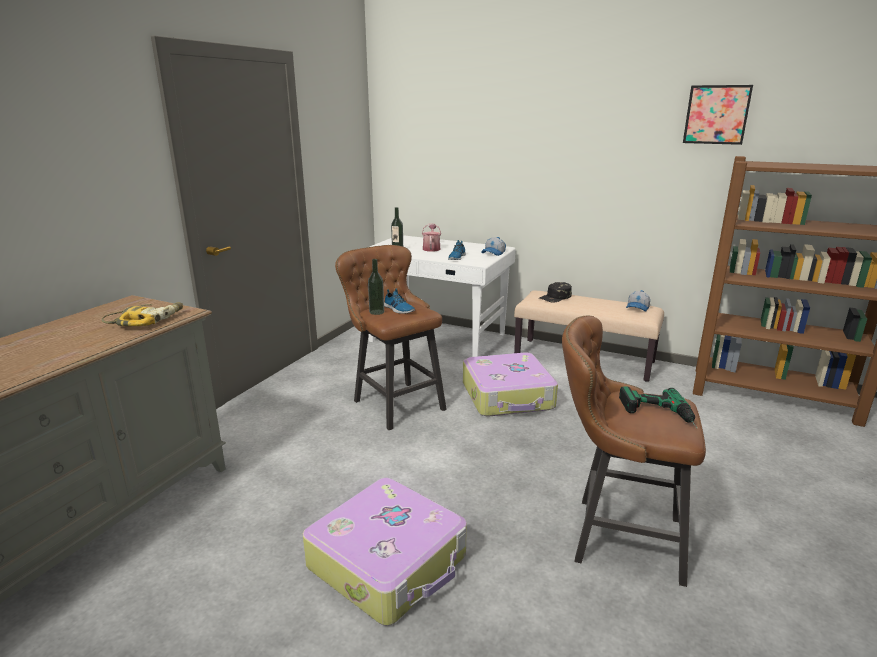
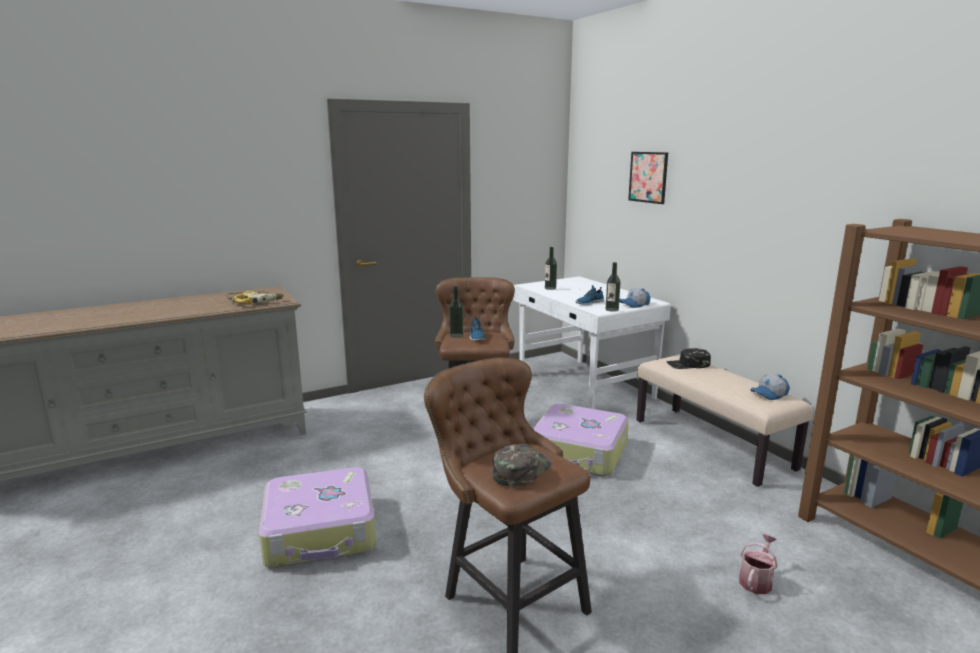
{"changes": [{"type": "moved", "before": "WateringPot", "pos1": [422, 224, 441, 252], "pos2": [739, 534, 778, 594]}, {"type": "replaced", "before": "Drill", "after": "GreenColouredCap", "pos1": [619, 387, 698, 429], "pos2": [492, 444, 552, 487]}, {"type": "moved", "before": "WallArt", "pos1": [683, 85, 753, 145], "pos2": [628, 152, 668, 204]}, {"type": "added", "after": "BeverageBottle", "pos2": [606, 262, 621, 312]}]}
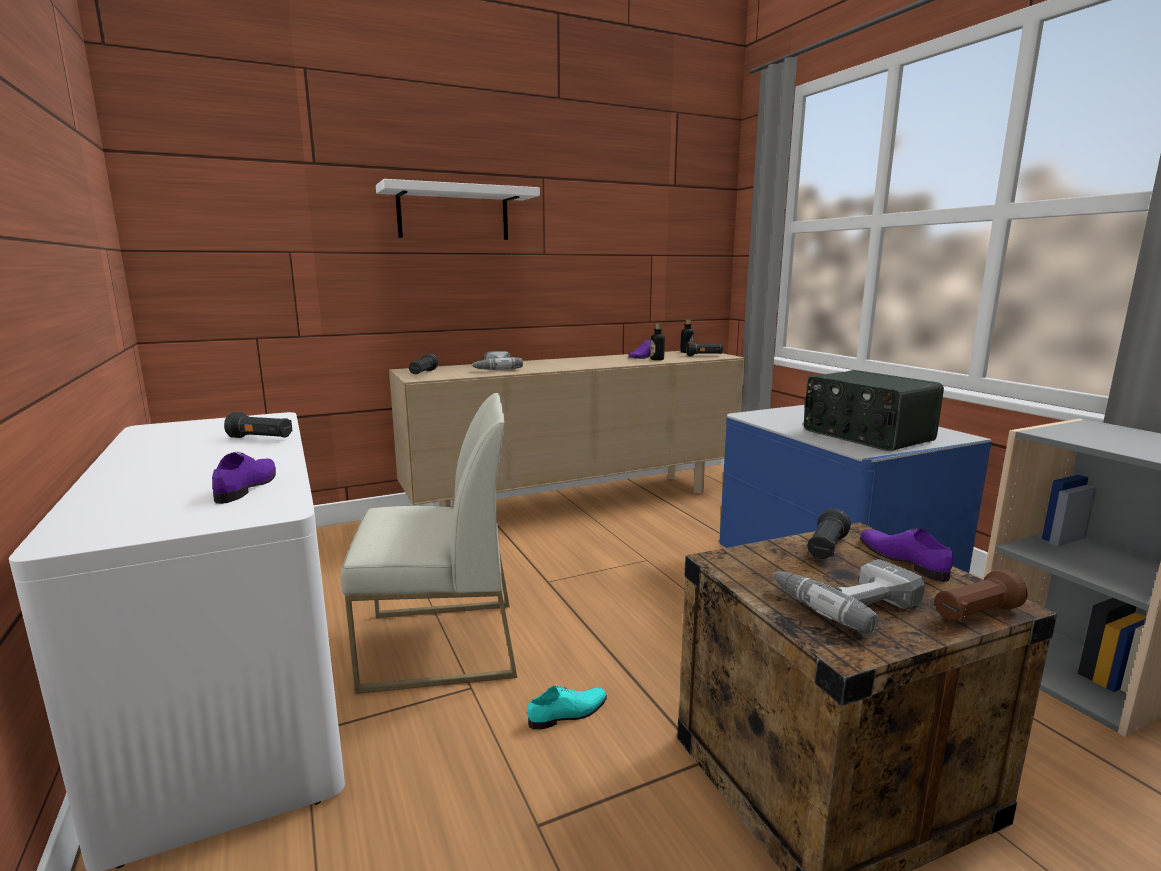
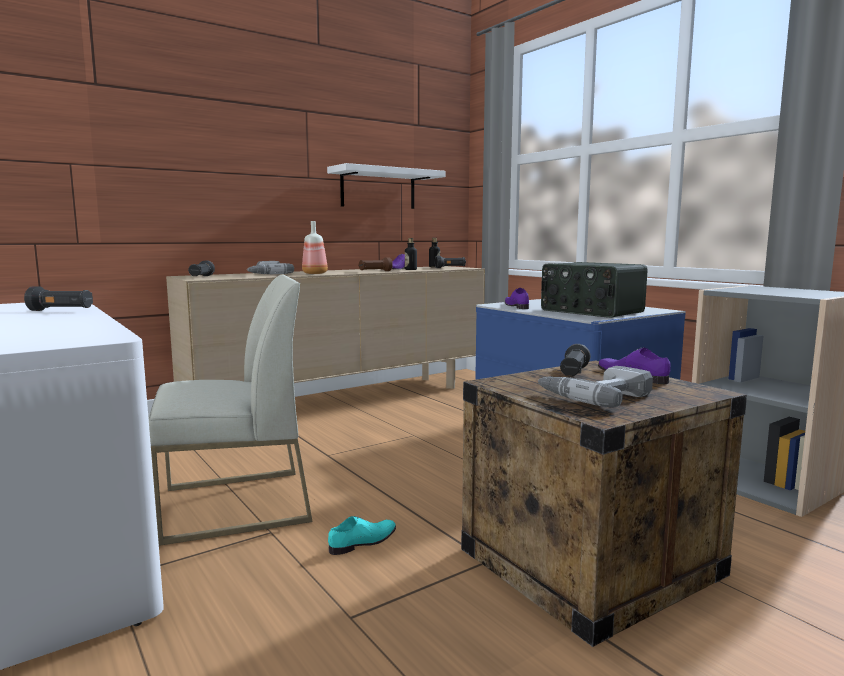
{"changes": [{"type": "moved", "before": "PurpleLowShoe", "pos1": [212, 452, 276, 504], "pos2": [505, 288, 529, 309]}, {"type": "moved", "before": "WhiteColouredBracketShelf", "pos1": [376, 179, 540, 240], "pos2": [327, 163, 445, 209]}, {"type": "moved", "before": "BrownishFlashlight", "pos1": [935, 569, 1028, 621], "pos2": [358, 257, 393, 271]}, {"type": "added", "after": "BeverageBottle", "pos2": [302, 221, 328, 274]}]}
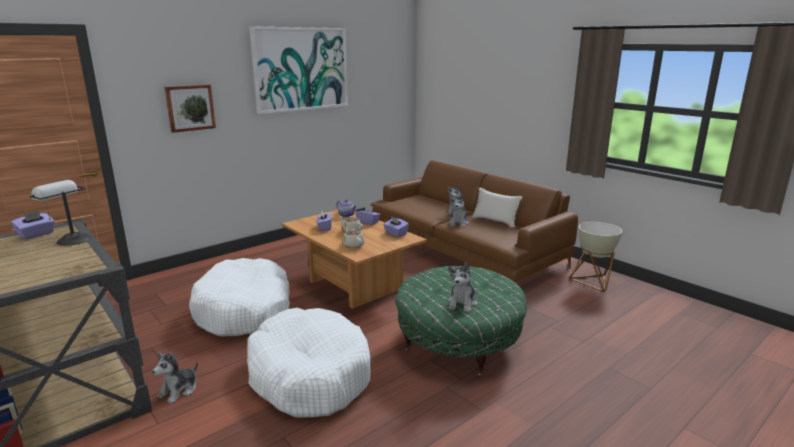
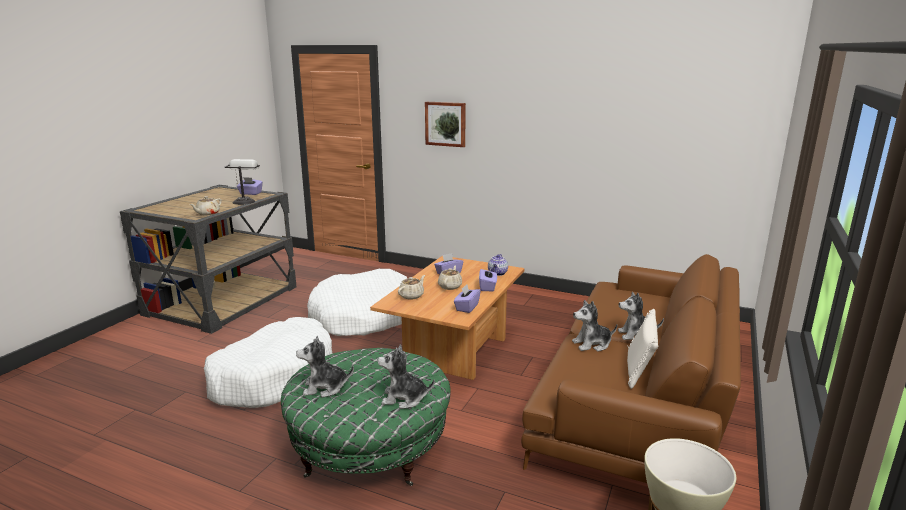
{"changes": [{"type": "moved", "before": "CuddlyToy", "pos1": [152, 352, 198, 404], "pos2": [378, 344, 435, 409]}, {"type": "removed", "before": "WallArt", "pos1": [249, 26, 348, 114]}, {"type": "added", "after": "BeigeColouredTeaPot", "pos2": [190, 196, 222, 216]}]}
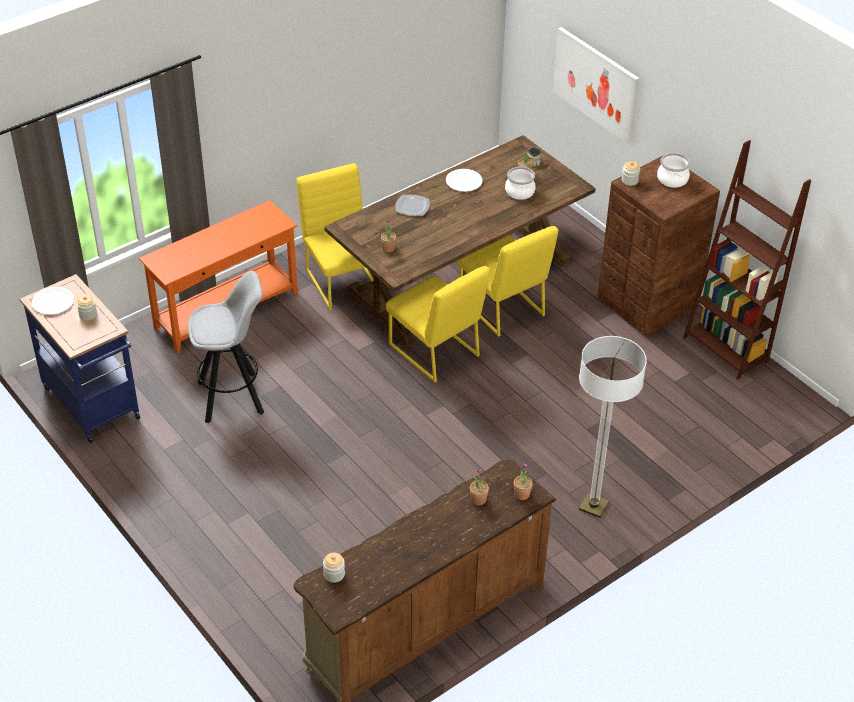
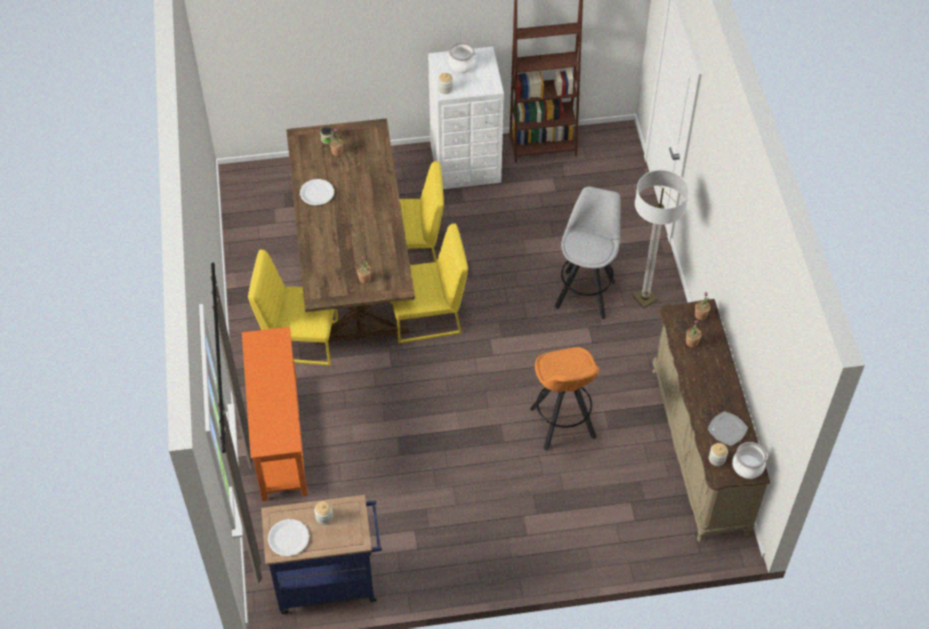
{"changes": [{"type": "moved", "before": "GreyStoolSeat", "pos1": [188, 271, 264, 423], "pos2": [555, 187, 621, 319]}, {"type": "moved", "before": "Plate", "pos1": [395, 195, 430, 216], "pos2": [707, 411, 748, 446]}, {"type": "moved", "before": "Stockpot", "pos1": [505, 166, 536, 200], "pos2": [732, 442, 768, 479]}, {"type": "removed", "before": "WallArt", "pos1": [553, 27, 639, 144]}, {"type": "recoloured", "before": "BrownishDrawerChest", "after": "WhiteColouredDrawerChest", "pos1": [597, 155, 720, 337], "pos2": [428, 47, 504, 189]}, {"type": "added", "after": "OrangeStoolSeat", "pos2": [529, 347, 600, 451]}]}
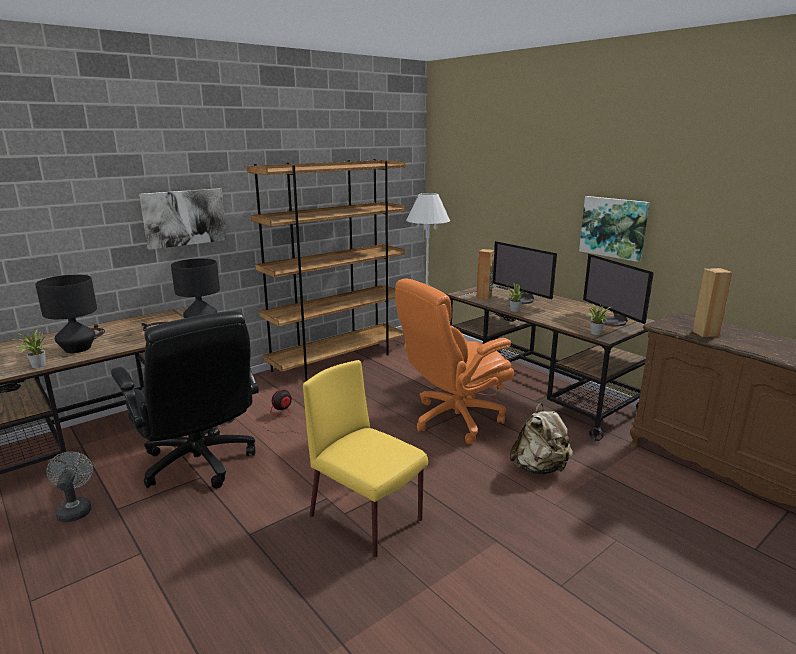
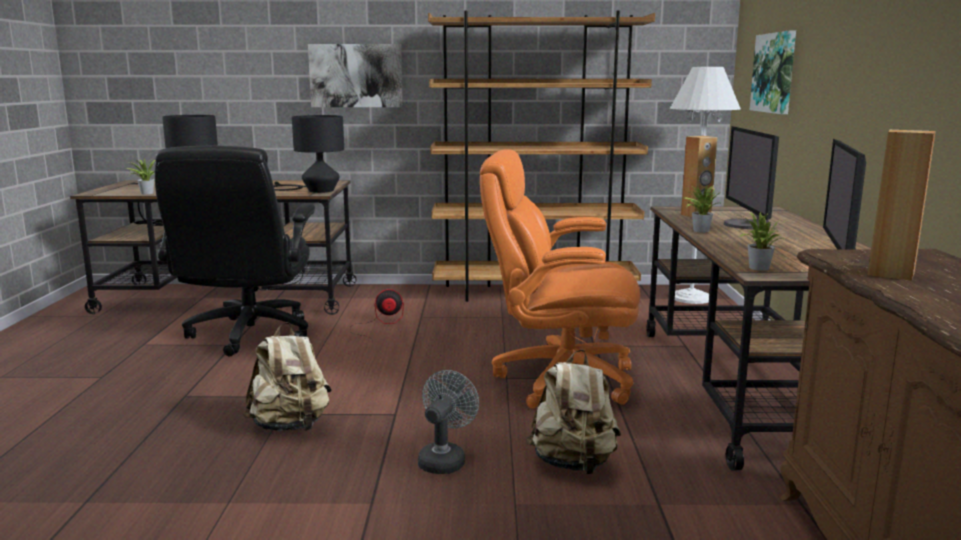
{"changes": [{"type": "moved", "before": "GreyFan", "pos1": [46, 452, 93, 522], "pos2": [418, 370, 479, 474]}, {"type": "replaced", "before": "YellowishUprightChair", "after": "BeigeColouredBackpack", "pos1": [303, 360, 428, 558], "pos2": [243, 322, 331, 431]}, {"type": "moved", "before": "WallArt", "pos1": [579, 196, 650, 262], "pos2": [750, 30, 796, 114]}]}
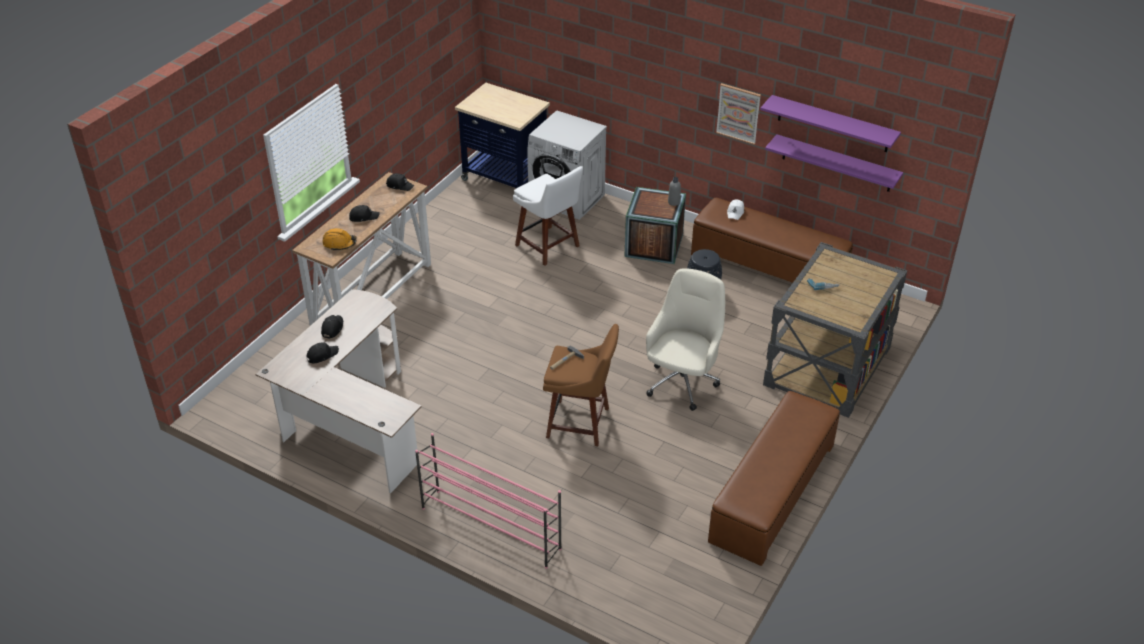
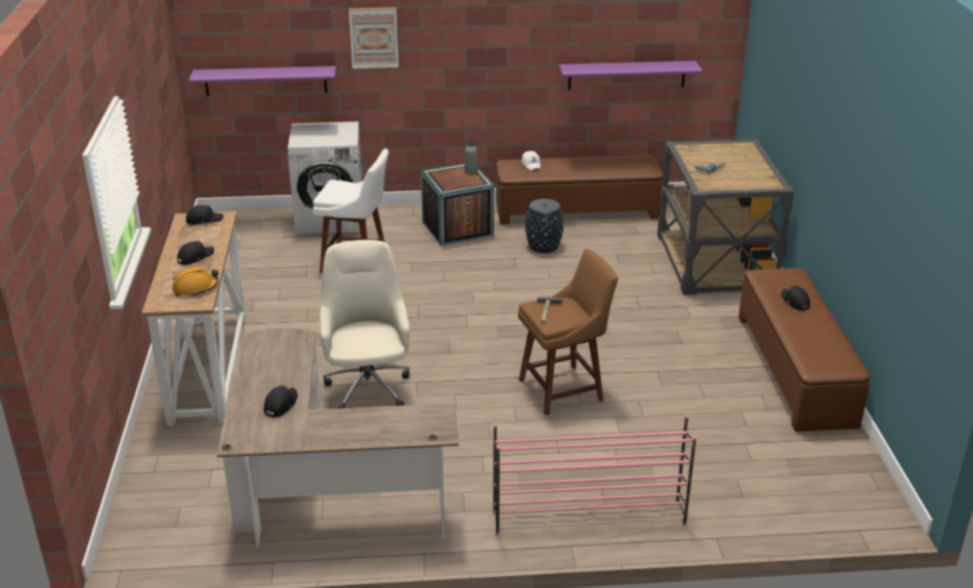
{"changes": [{"type": "moved", "before": "BlackColouredCap", "pos1": [321, 315, 343, 338], "pos2": [781, 285, 810, 310]}, {"type": "removed", "before": "BlueWheeledCart", "pos1": [455, 83, 550, 188]}, {"type": "moved", "before": "BeigeColouredComputerChair", "pos1": [646, 269, 725, 411], "pos2": [320, 240, 410, 408]}, {"type": "moved", "before": "WallArt", "pos1": [716, 83, 761, 144], "pos2": [349, 8, 399, 69]}, {"type": "moved", "before": "PurpleBracketShelf", "pos1": [760, 95, 901, 152], "pos2": [189, 66, 336, 96]}]}
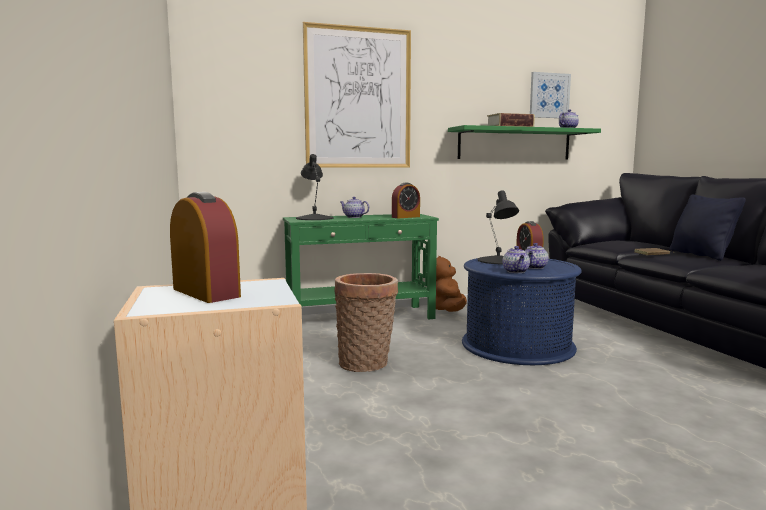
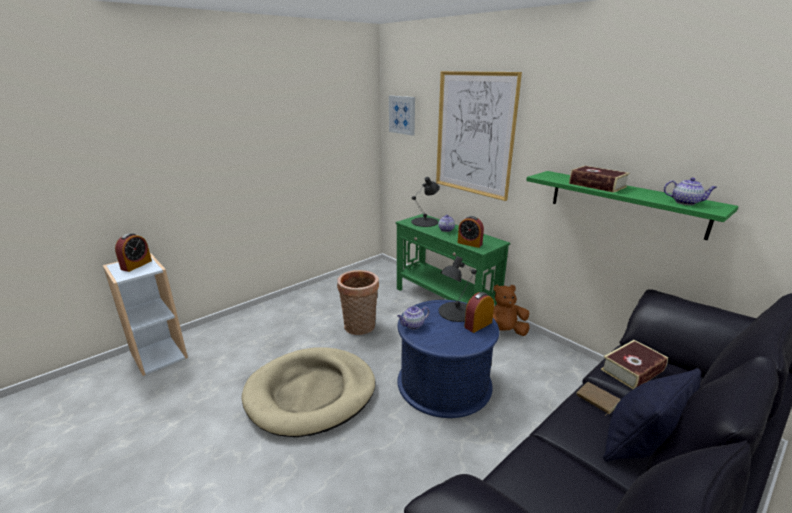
{"changes": [{"type": "removed", "before": "TeaPot", "pos1": [525, 243, 549, 269]}, {"type": "moved", "before": "WallArt", "pos1": [530, 72, 571, 118], "pos2": [389, 96, 415, 136]}, {"type": "added", "after": "BeigeColouredPetBed", "pos2": [241, 347, 376, 437]}, {"type": "added", "after": "Volume", "pos2": [601, 340, 668, 389]}]}
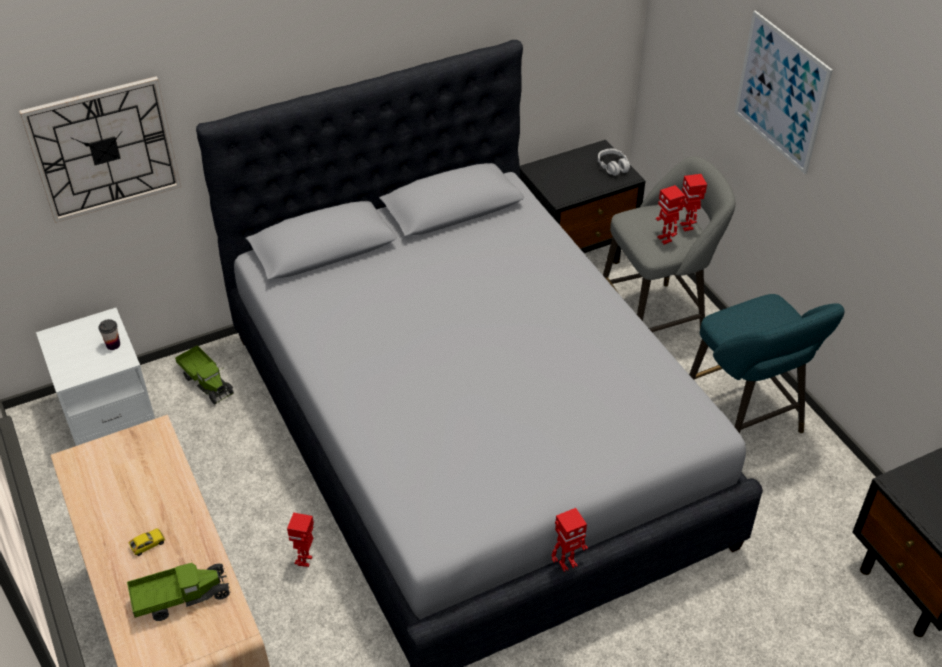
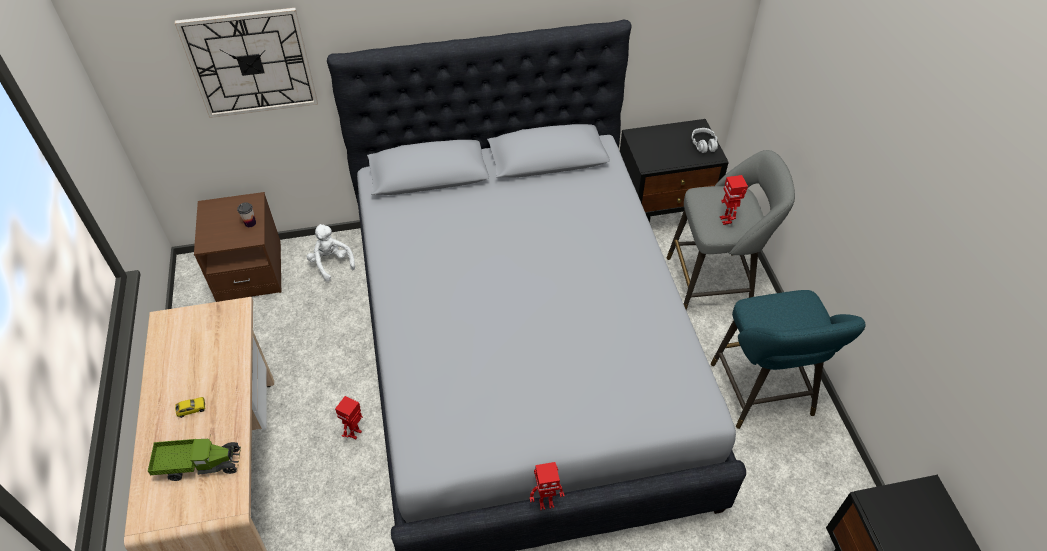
{"changes": [{"type": "recoloured", "before": "WhiteColouredNightTable", "after": "BrownishNightTable", "pos1": [36, 308, 155, 446], "pos2": [194, 192, 281, 302]}, {"type": "replaced", "before": "ToyTruck", "after": "WhiteColouredCuddlyToy", "pos1": [175, 345, 234, 404], "pos2": [307, 224, 355, 282]}, {"type": "removed", "before": "RobotFigure", "pos1": [680, 174, 707, 231]}, {"type": "removed", "before": "WallArt", "pos1": [735, 10, 833, 174]}]}
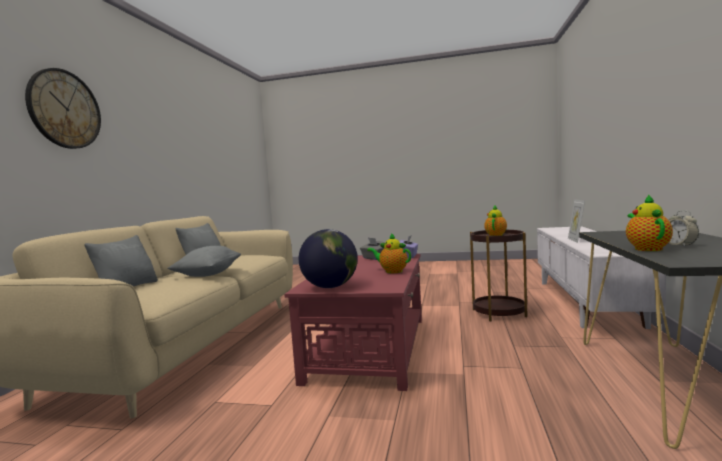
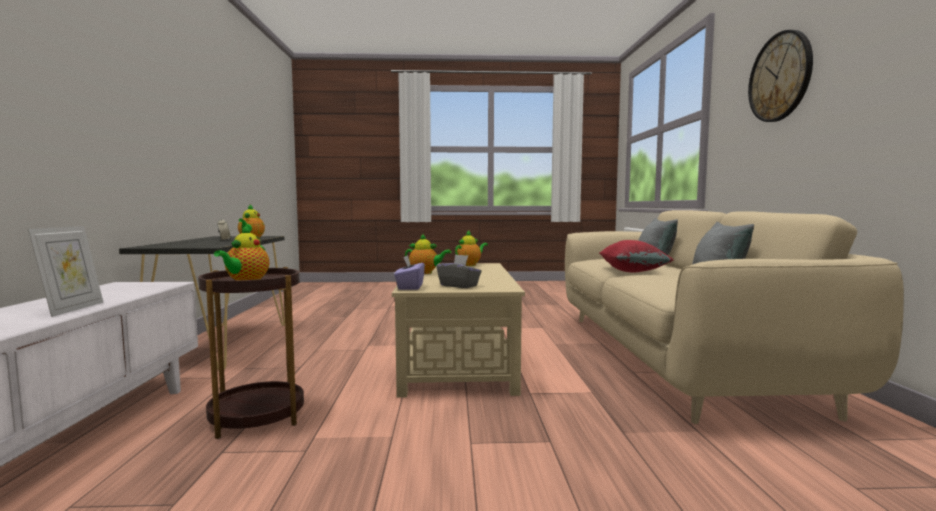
{"changes": [{"type": "recoloured", "before": "GreyThrowPillow", "after": "RedThrowPillow", "pos1": [168, 246, 241, 277], "pos2": [599, 240, 674, 272]}, {"type": "recoloured", "before": "RedLoungeTable", "after": "BeigeColouredLoungeTable", "pos1": [284, 254, 422, 391], "pos2": [392, 263, 525, 398]}, {"type": "replaced", "before": "WorldGlobe", "after": "TeaPot", "pos1": [299, 229, 358, 288], "pos2": [455, 231, 488, 266]}]}
